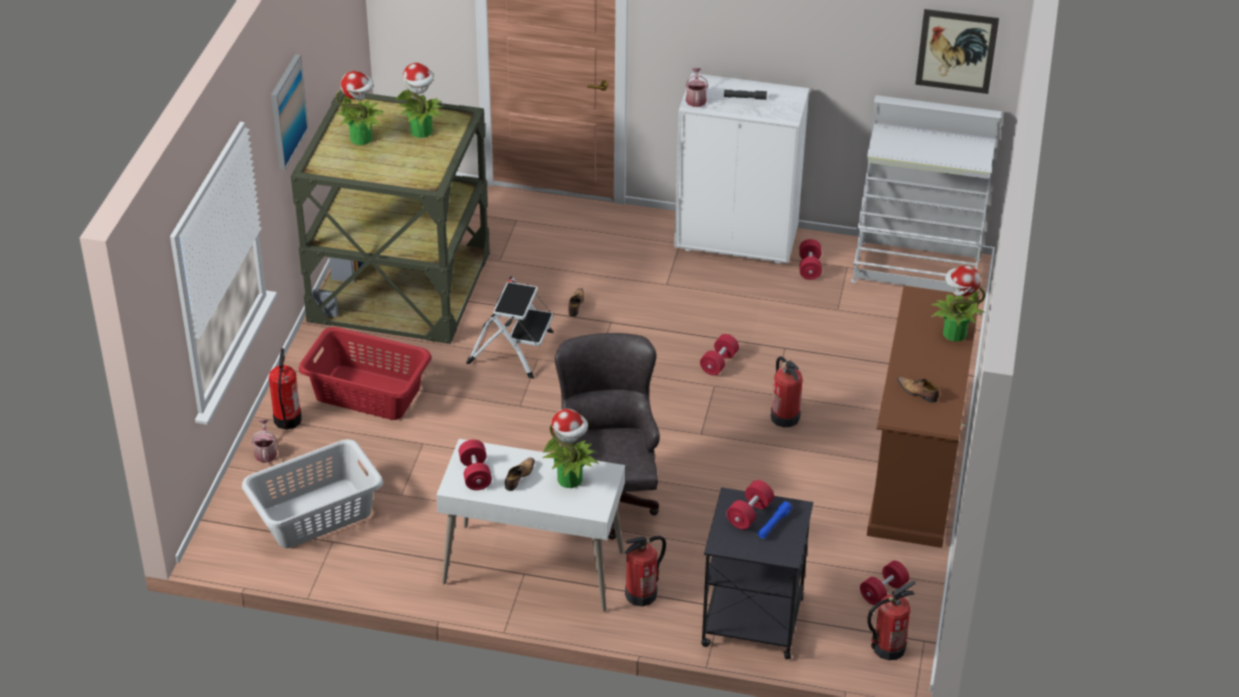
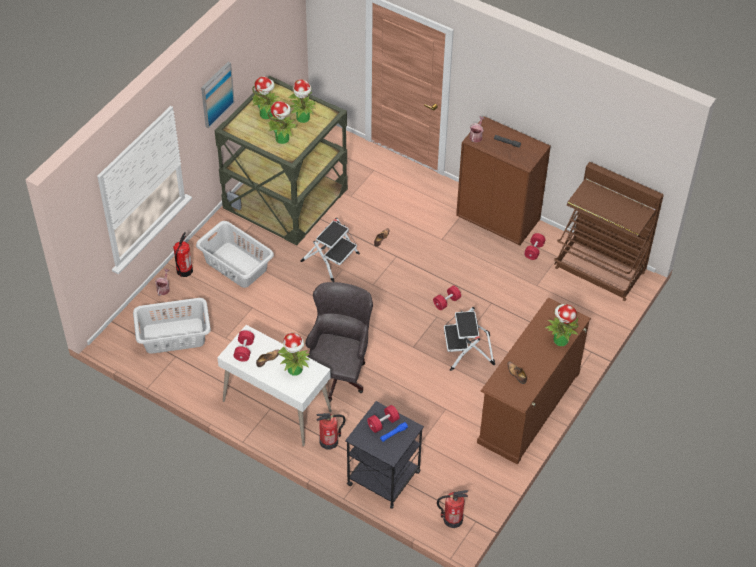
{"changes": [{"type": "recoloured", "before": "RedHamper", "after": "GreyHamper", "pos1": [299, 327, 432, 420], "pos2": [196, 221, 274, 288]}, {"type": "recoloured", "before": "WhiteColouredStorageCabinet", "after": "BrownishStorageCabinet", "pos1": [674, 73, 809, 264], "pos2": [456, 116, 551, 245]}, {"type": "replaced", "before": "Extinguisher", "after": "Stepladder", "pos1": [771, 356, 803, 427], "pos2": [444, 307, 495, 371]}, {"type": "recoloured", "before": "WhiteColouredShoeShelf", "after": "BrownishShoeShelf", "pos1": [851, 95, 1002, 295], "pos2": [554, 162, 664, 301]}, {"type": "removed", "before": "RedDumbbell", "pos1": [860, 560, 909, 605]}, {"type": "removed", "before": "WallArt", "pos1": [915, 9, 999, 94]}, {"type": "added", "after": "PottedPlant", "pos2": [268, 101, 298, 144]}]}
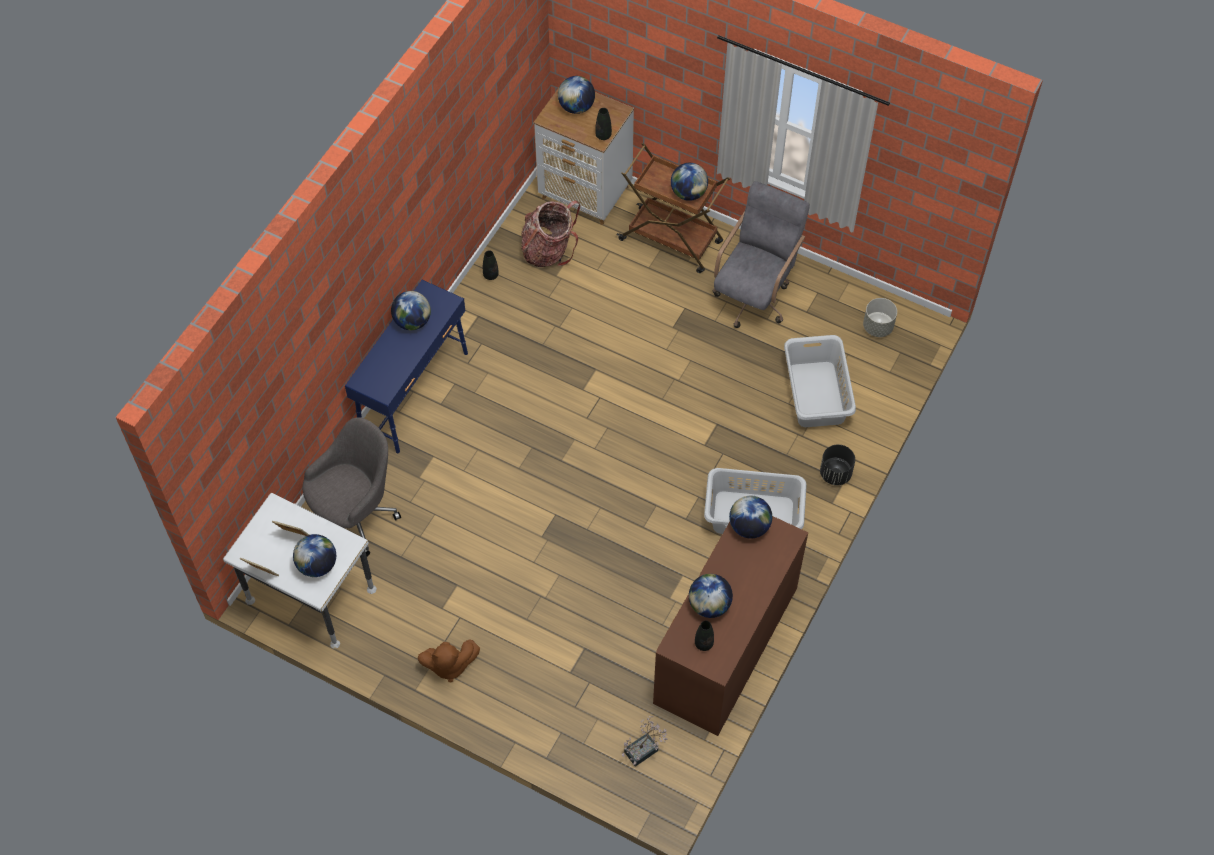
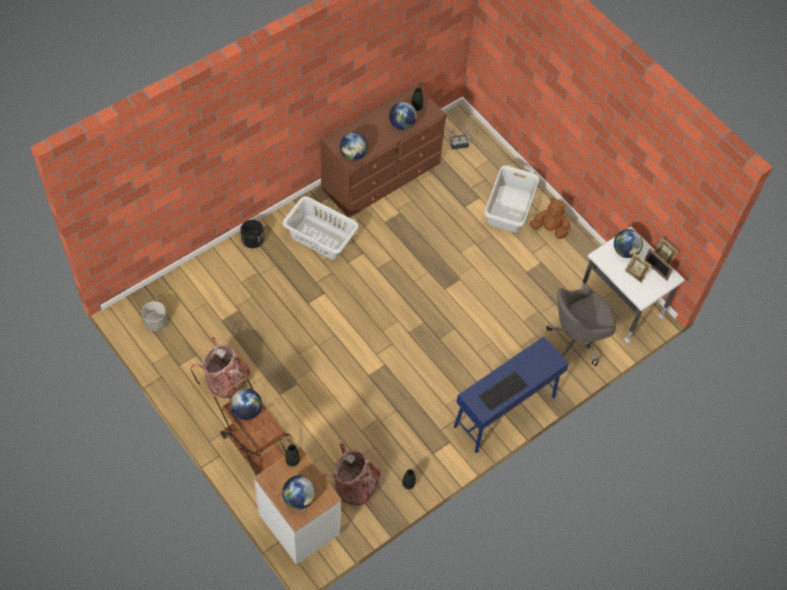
{"changes": [{"type": "replaced", "before": "WorldGlobe", "after": "PcKeyboard", "pos1": [391, 291, 431, 330], "pos2": [479, 371, 528, 411]}, {"type": "replaced", "before": "GreyComputerChair", "after": "Backpack", "pos1": [712, 181, 810, 328], "pos2": [191, 337, 250, 398]}, {"type": "moved", "before": "GreyHamper", "pos1": [784, 335, 856, 427], "pos2": [484, 165, 539, 232]}, {"type": "added", "after": "StandingFrame", "pos2": [645, 249, 673, 281]}]}
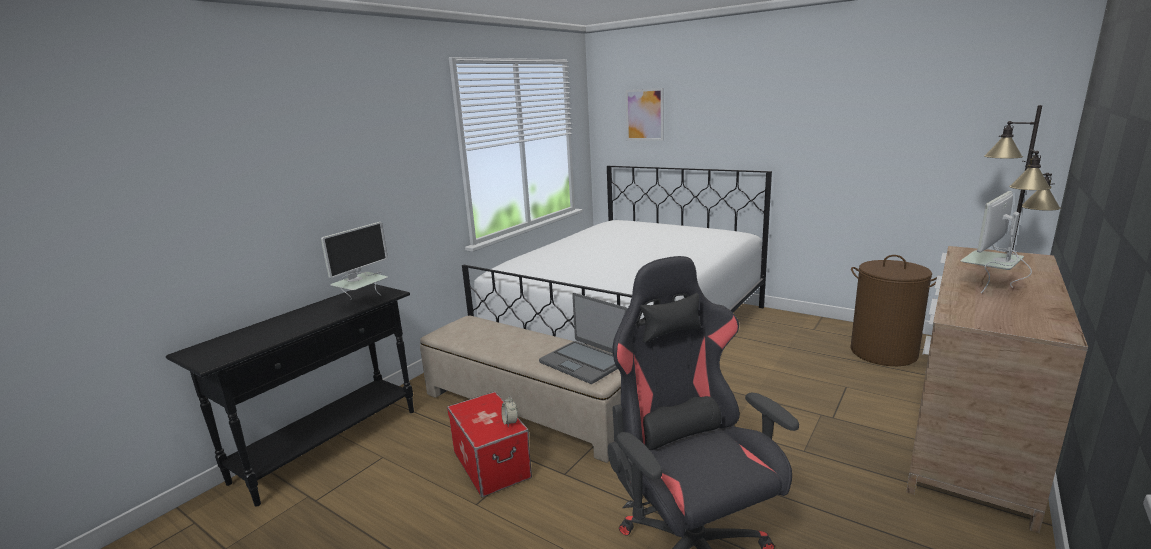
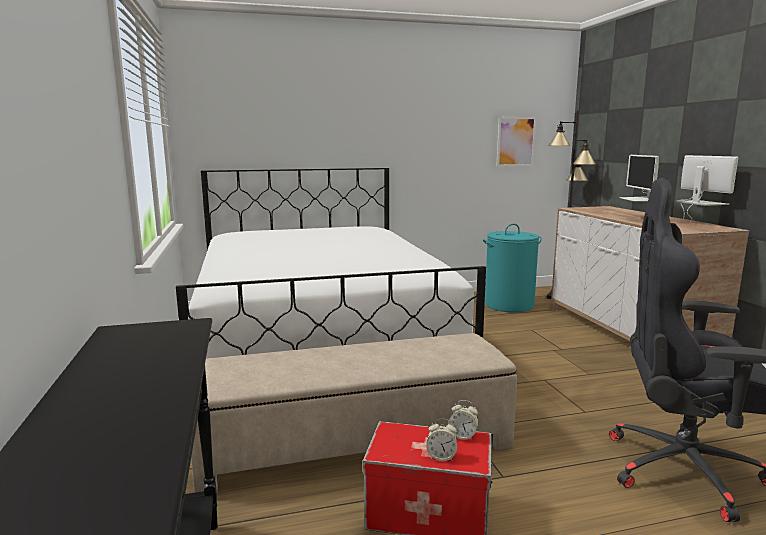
{"changes": [{"type": "moved", "before": "Monitor", "pos1": [321, 222, 388, 300], "pos2": [676, 155, 738, 221]}, {"type": "removed", "before": "Laptop", "pos1": [539, 293, 627, 384]}, {"type": "moved", "before": "WallArt", "pos1": [625, 88, 664, 141], "pos2": [496, 117, 536, 167]}, {"type": "recoloured", "before": "BrownishHamper", "after": "TurquoiseColouredHamper", "pos1": [850, 255, 937, 366], "pos2": [483, 223, 542, 312]}, {"type": "added", "after": "AlarmClock", "pos2": [426, 419, 457, 461]}]}
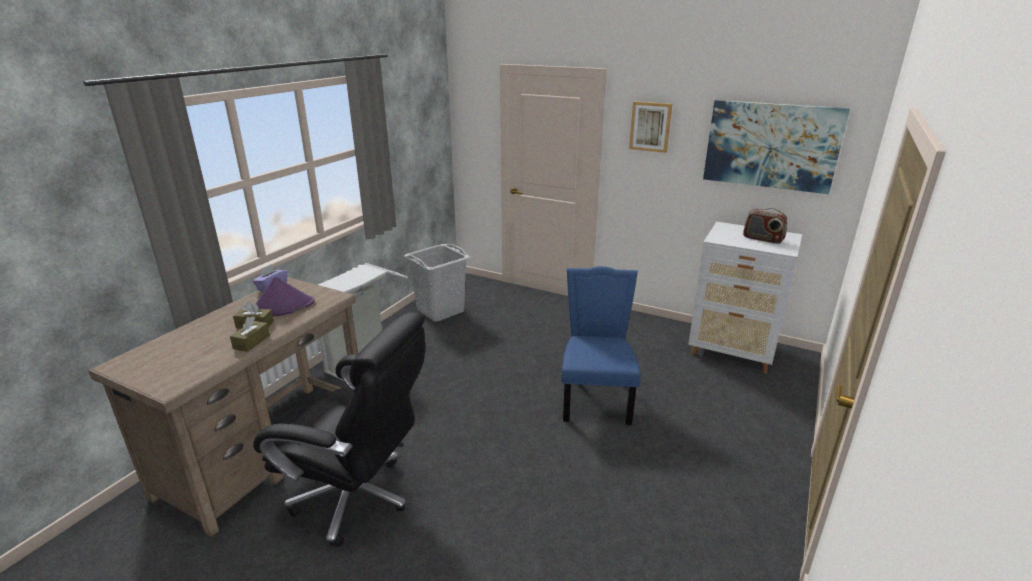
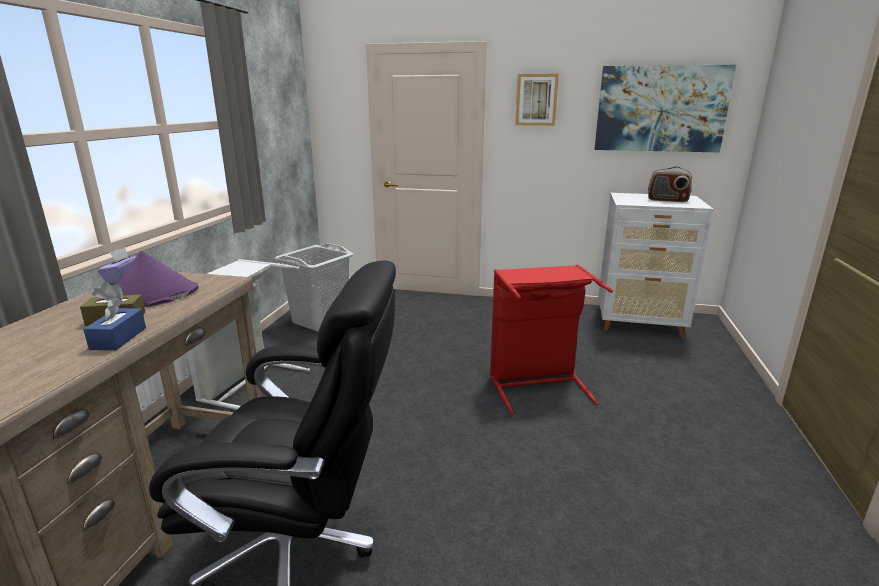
{"changes": [{"type": "recoloured", "before": "BrownishTissueHolder", "after": "BlueTissueHolder", "pos1": [230, 316, 270, 352], "pos2": [83, 298, 146, 350]}, {"type": "replaced", "before": "BlueUprightChair", "after": "RedHamper", "pos1": [561, 266, 641, 425], "pos2": [490, 264, 613, 414]}]}
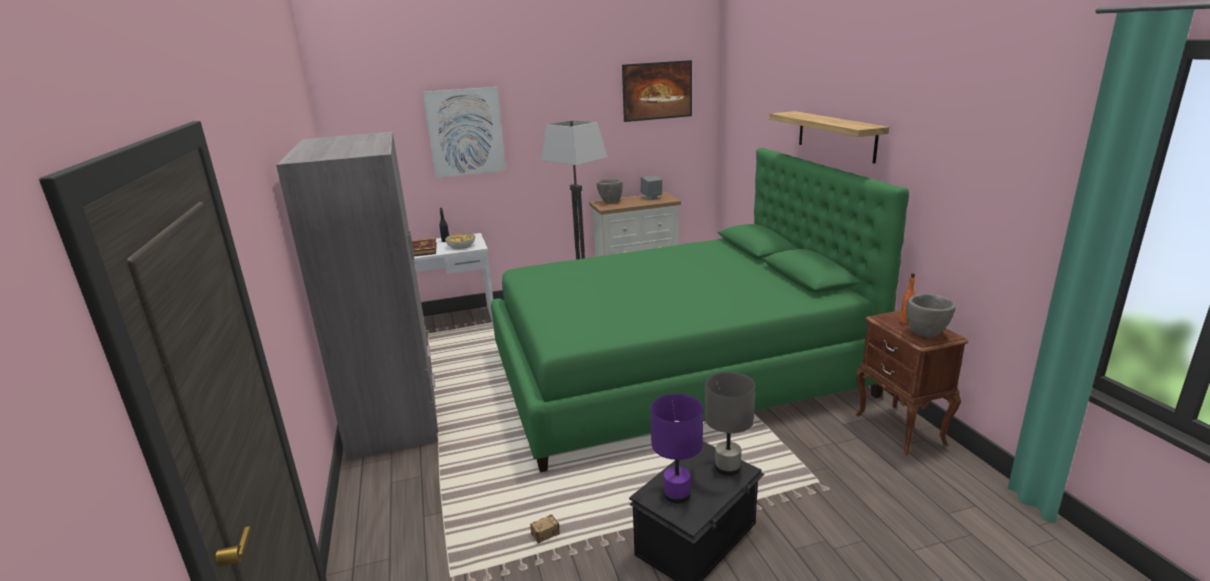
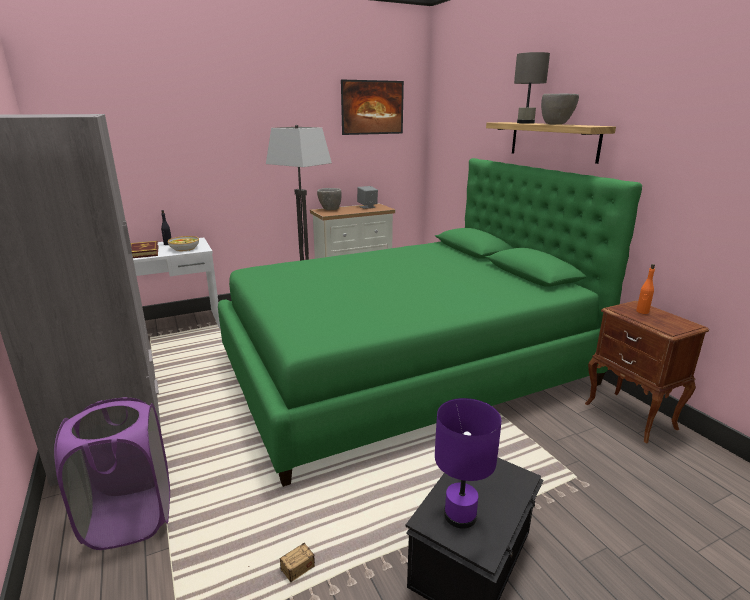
{"changes": [{"type": "removed", "before": "WallArt", "pos1": [423, 87, 506, 178]}, {"type": "moved", "before": "GreyTabletopLamp", "pos1": [705, 372, 755, 476], "pos2": [514, 52, 550, 124]}, {"type": "moved", "before": "GreyServingBowl", "pos1": [906, 294, 956, 337], "pos2": [541, 94, 579, 125]}, {"type": "added", "after": "PurpleHamper", "pos2": [54, 397, 170, 550]}]}
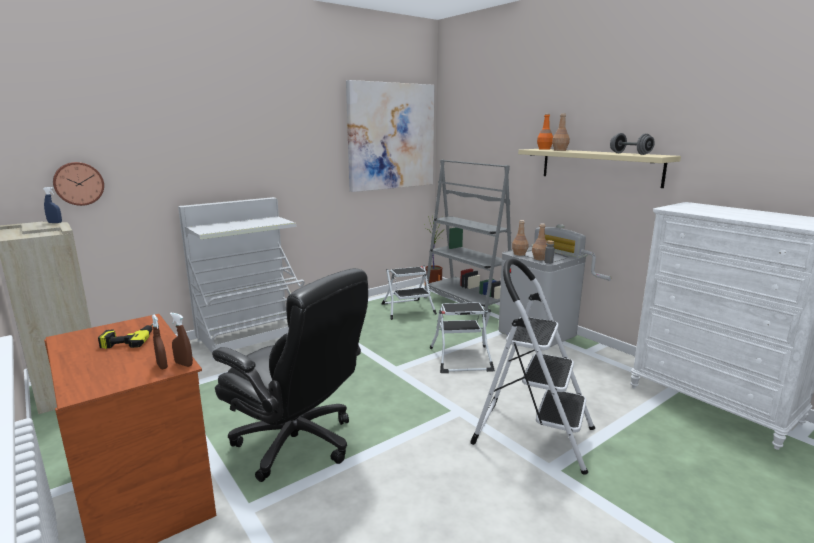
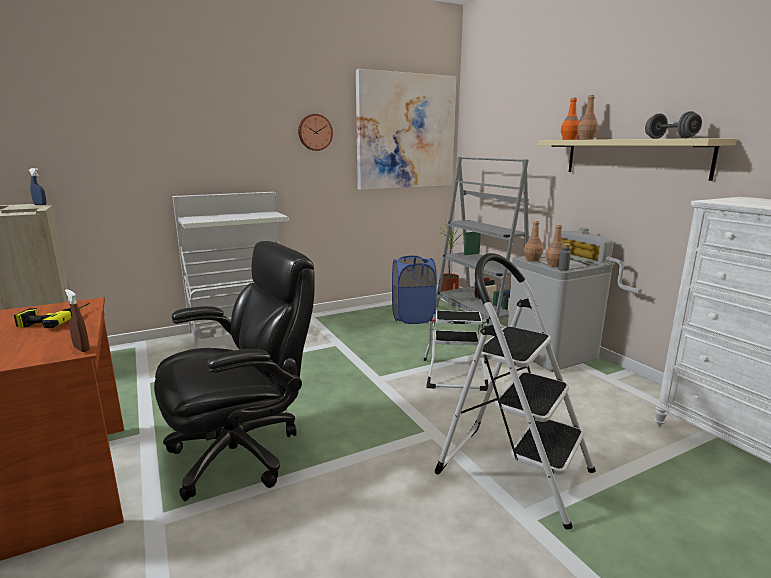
{"changes": [{"type": "moved", "before": "ClockOnTheWall", "pos1": [53, 162, 104, 206], "pos2": [298, 114, 333, 151]}, {"type": "removed", "before": "BrownishHandSprayer", "pos1": [152, 314, 168, 369]}, {"type": "turned", "before": "BlackColouredComputerChair", "pos1": [212, 268, 368, 482], "pos2": [154, 241, 315, 501], "turn": -75}, {"type": "replaced", "before": "Stepladder", "after": "BlueHamper", "pos1": [382, 265, 437, 320], "pos2": [392, 256, 437, 324]}]}
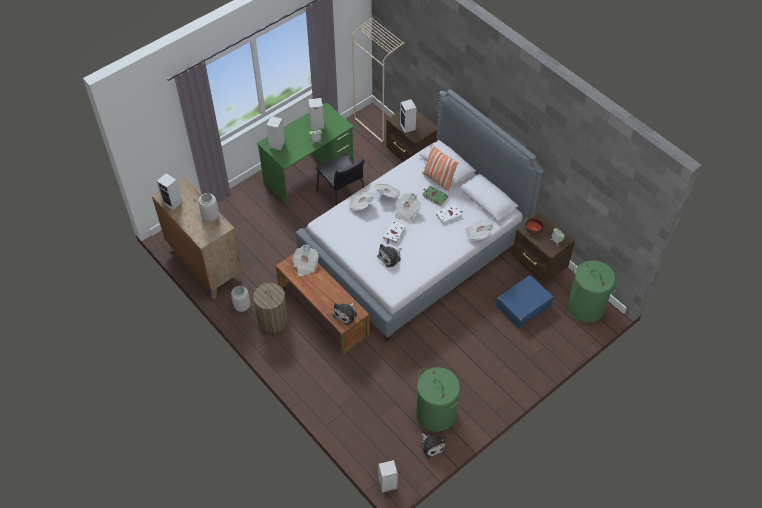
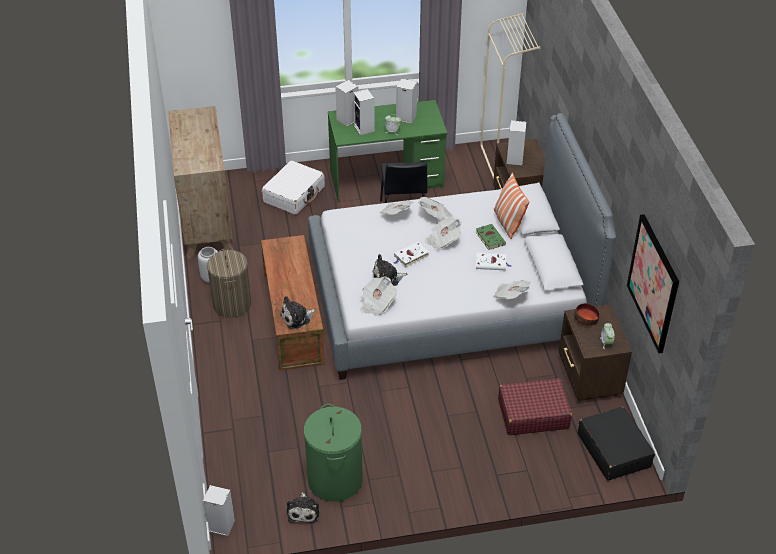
{"changes": [{"type": "moved", "before": "AudioSpeaker", "pos1": [156, 173, 183, 211], "pos2": [353, 89, 375, 136]}, {"type": "removed", "before": "GreyVase", "pos1": [198, 193, 219, 222]}, {"type": "moved", "before": "Newspaper", "pos1": [292, 245, 319, 276], "pos2": [360, 277, 397, 315]}, {"type": "recoloured", "before": "BlueSuitcase", "after": "RedSuitcase", "pos1": [496, 275, 554, 328], "pos2": [498, 378, 572, 435]}, {"type": "replaced", "before": "GreenColouredHamper", "after": "BlackColouredSuitcase", "pos1": [567, 260, 617, 322], "pos2": [578, 407, 655, 481]}, {"type": "added", "after": "WhiteColouredSuitcase", "pos2": [262, 160, 325, 215]}, {"type": "added", "after": "WallArt", "pos2": [627, 214, 679, 353]}]}
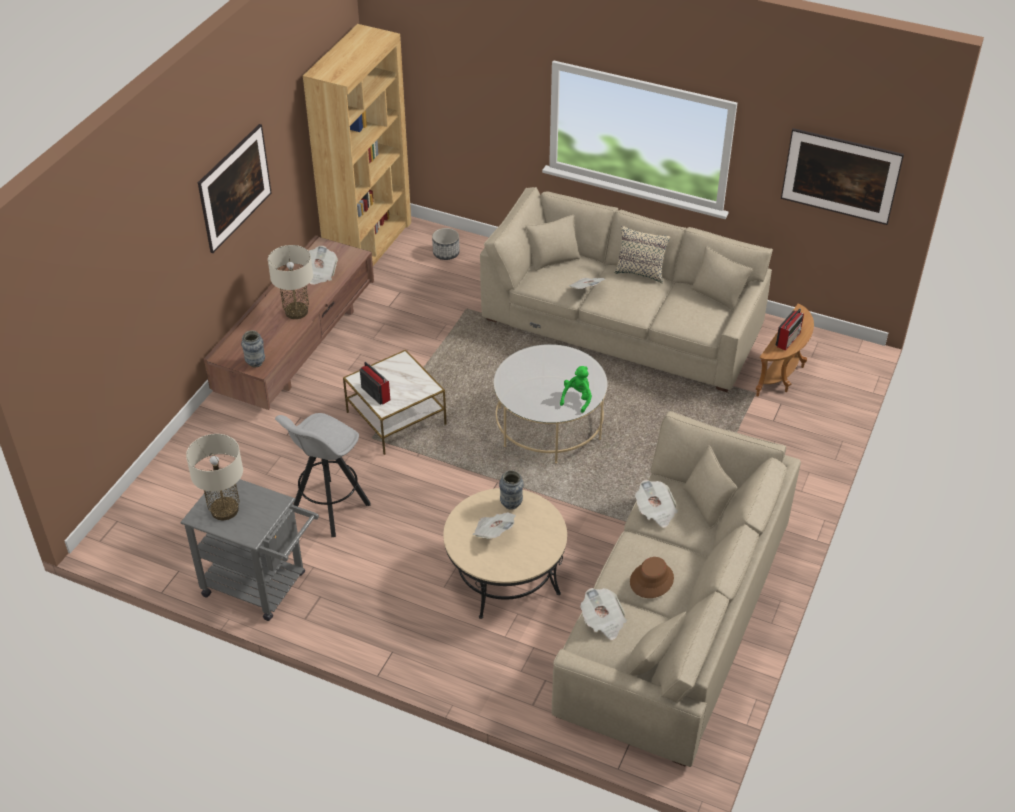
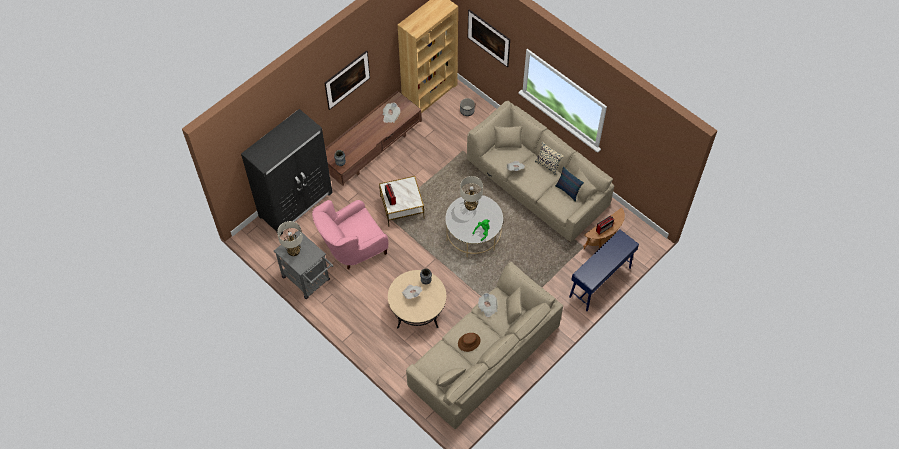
{"changes": [{"type": "moved", "before": "TabletopLamp", "pos1": [268, 245, 313, 319], "pos2": [460, 176, 483, 211]}, {"type": "replaced", "before": "GreyStoolSeat", "after": "PinkishEasyChair", "pos1": [275, 413, 371, 537], "pos2": [312, 200, 388, 269]}, {"type": "removed", "before": "Newspaper", "pos1": [580, 588, 627, 640]}, {"type": "moved", "before": "WallArt", "pos1": [781, 128, 904, 225], "pos2": [468, 10, 510, 67]}, {"type": "added", "after": "BlackColouredStorageCabinet", "pos2": [241, 109, 333, 236]}, {"type": "added", "after": "BlueThrowPillow", "pos2": [555, 167, 584, 202]}, {"type": "added", "after": "BlueHallTable", "pos2": [569, 229, 639, 311]}]}
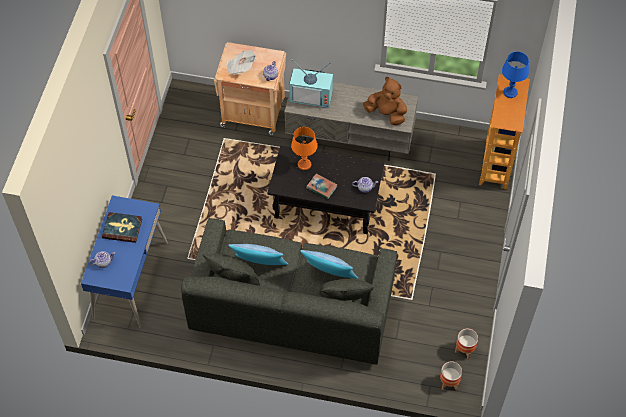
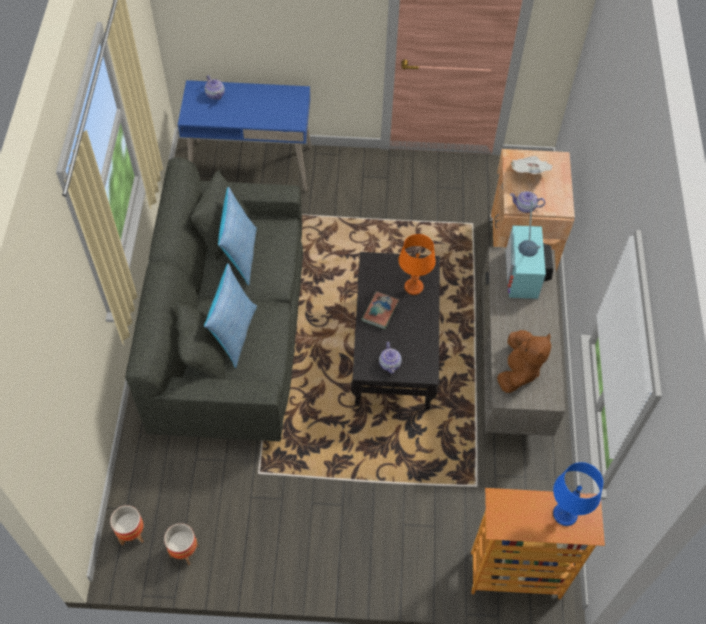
{"changes": [{"type": "removed", "before": "Volume", "pos1": [102, 212, 142, 243]}]}
